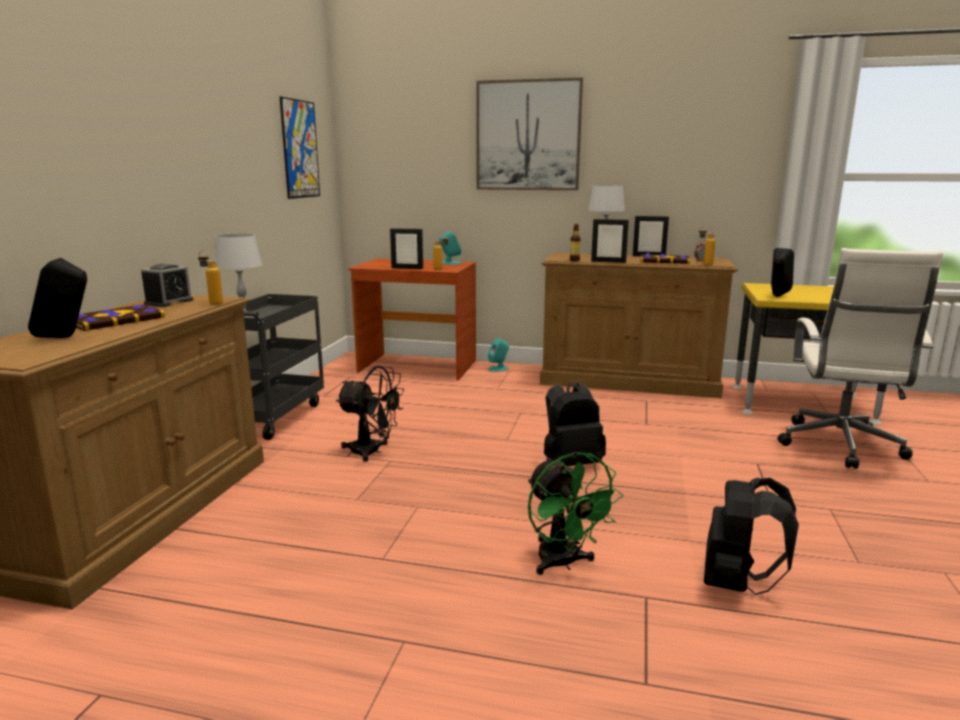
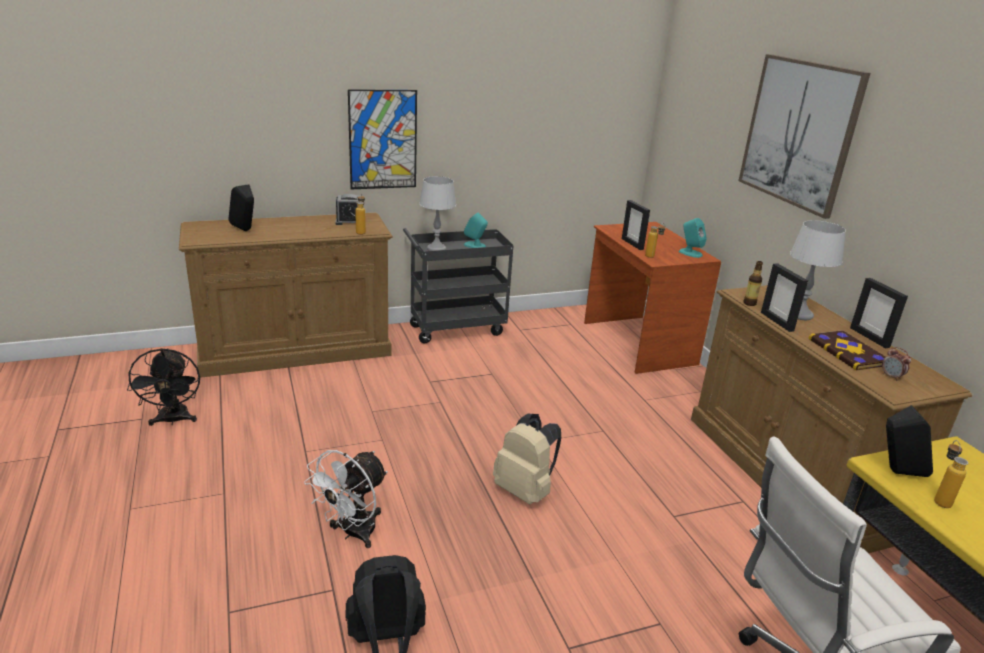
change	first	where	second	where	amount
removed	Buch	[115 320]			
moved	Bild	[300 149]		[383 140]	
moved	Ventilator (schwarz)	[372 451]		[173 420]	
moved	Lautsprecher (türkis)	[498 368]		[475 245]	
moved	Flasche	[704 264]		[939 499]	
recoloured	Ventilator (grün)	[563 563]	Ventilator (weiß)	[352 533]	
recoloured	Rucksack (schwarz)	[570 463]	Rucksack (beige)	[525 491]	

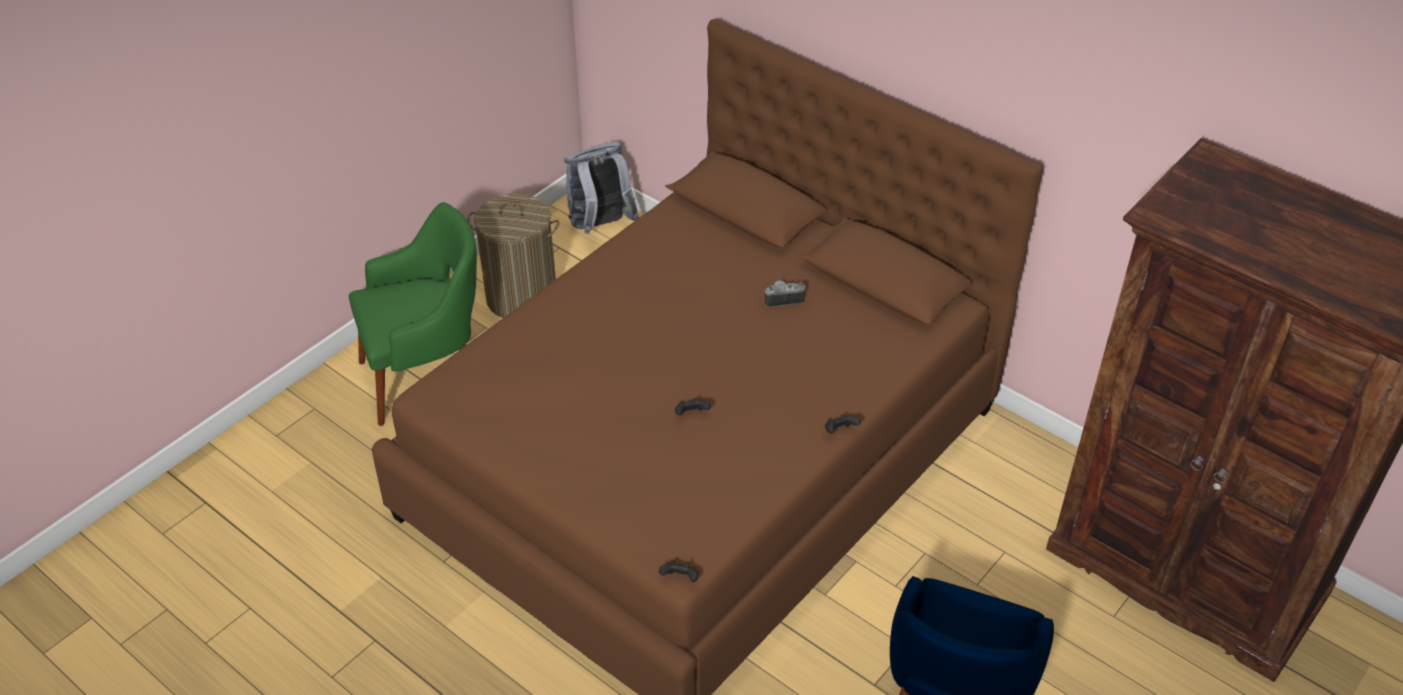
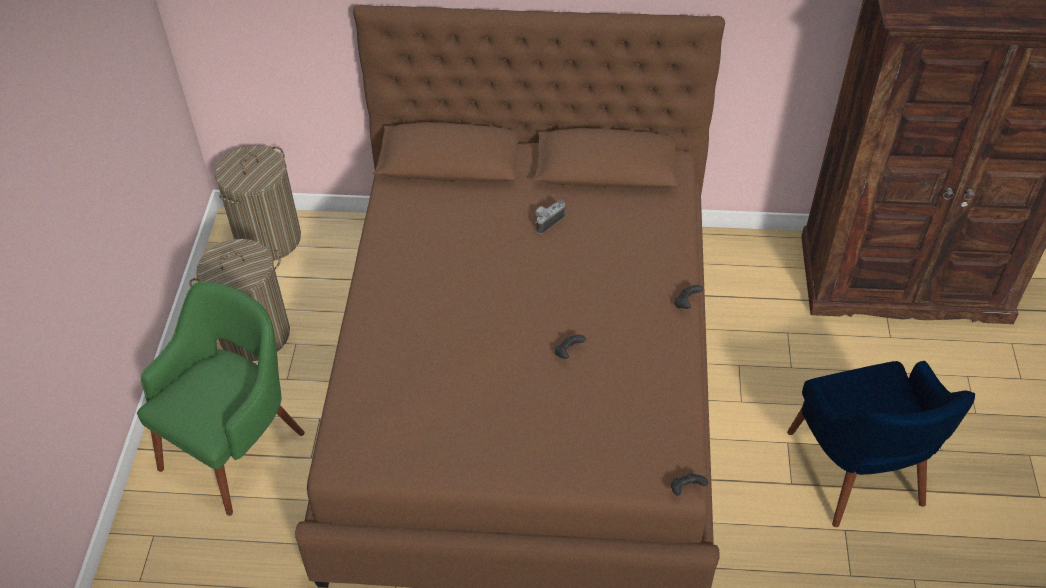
change	first	where	second	where	amount
replaced	Rucksack (grau)	[600 226]	Wäschekorb	[268 239]	

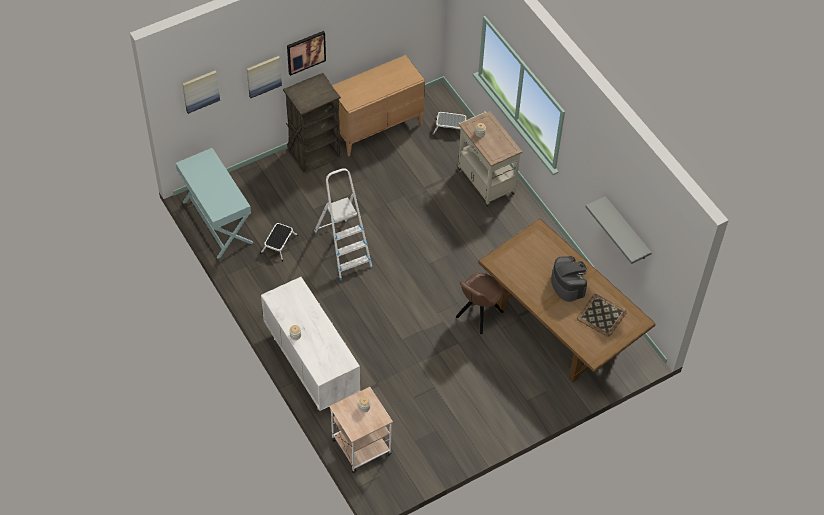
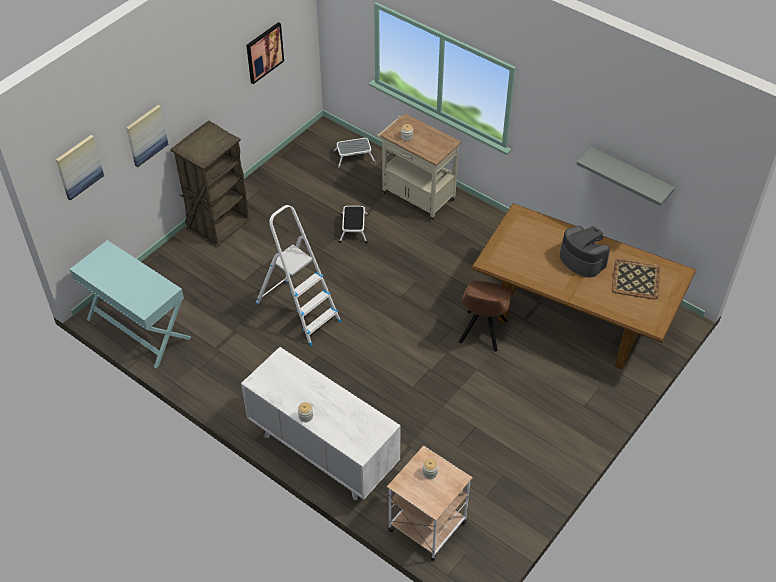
change	first	where	second	where	amount
removed	Schrank (braun)	[377 129]			
moved	Trittleiter (schwarz)	[279 244]		[354 228]	
moved	Bild	[306 52]		[264 52]	

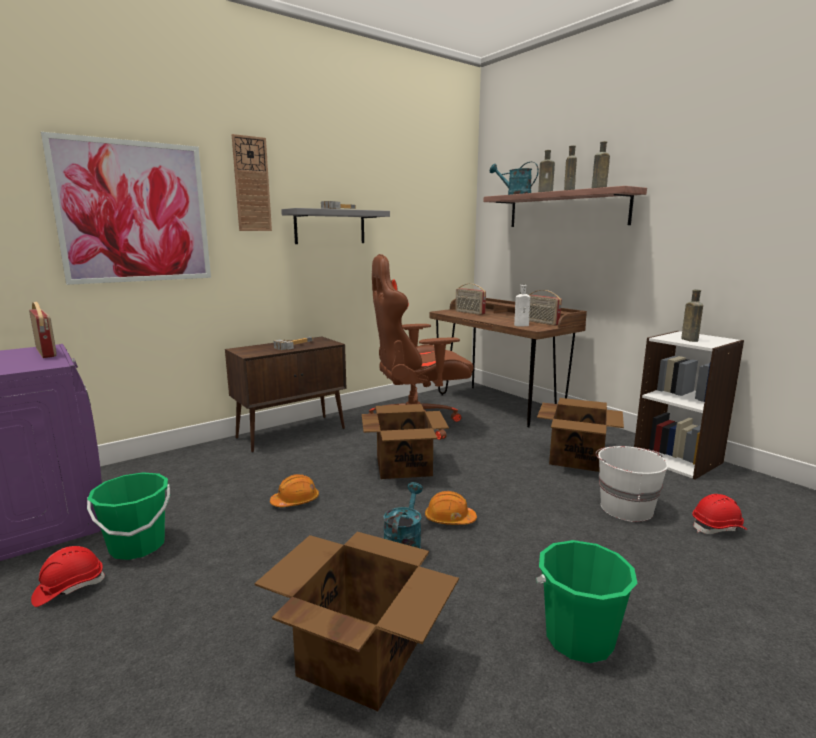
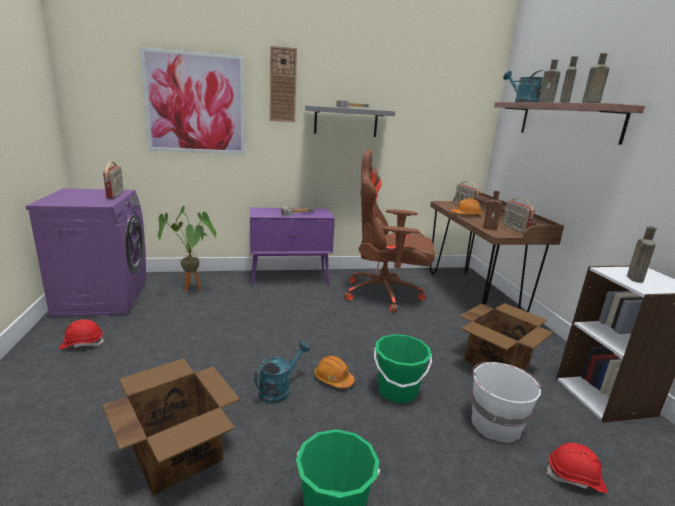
change	first	where	second	where	amount
removed	Karton	[404 466]			
added			Topfpflanze	[192 291]	
moved	Eimer (grün)	[137 546]		[397 391]	
moved	Schutzhelm (orange)	[295 501]		[466 215]	
recoloured	Schrank (braun)	[292 433]	Schrank (lila)	[290 278]	
recoloured	Flasche (weiß)	[522 325]	Flasche (braun)	[491 228]	

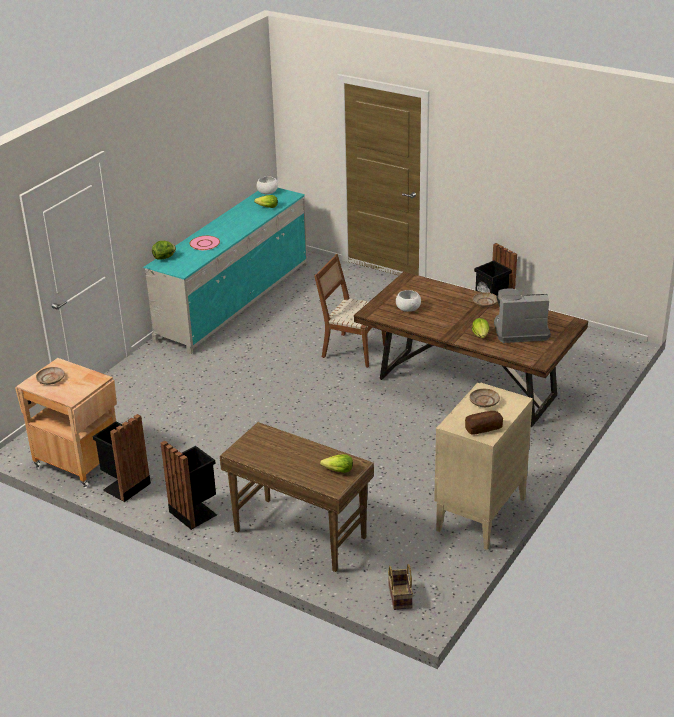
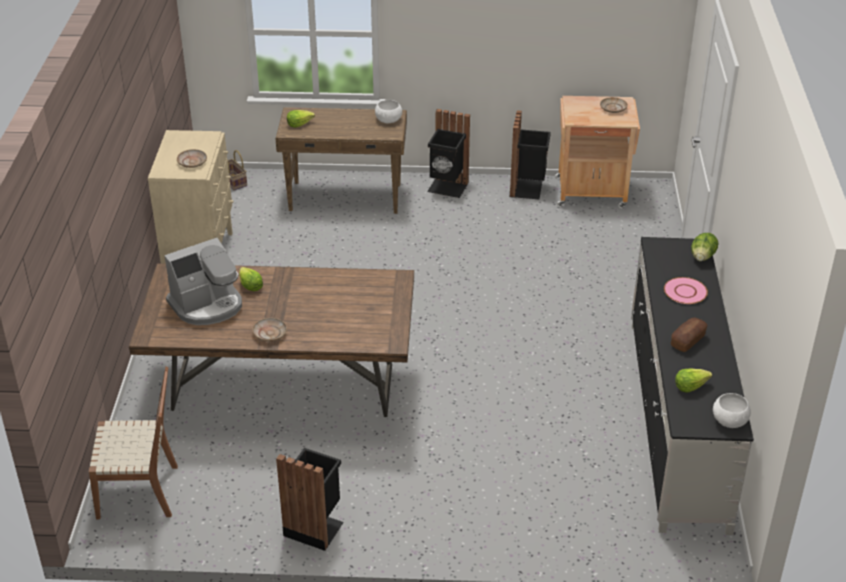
change	first	where	second	where	amount
moved	Stuhl	[351 350]		[142 493]	
moved	Schüssel (weiß)	[408 308]		[388 120]	
moved	Brot	[483 428]		[688 340]	
recoloured	Schrank (türkis)	[233 302]	Schrank (schwarz)	[677 421]	

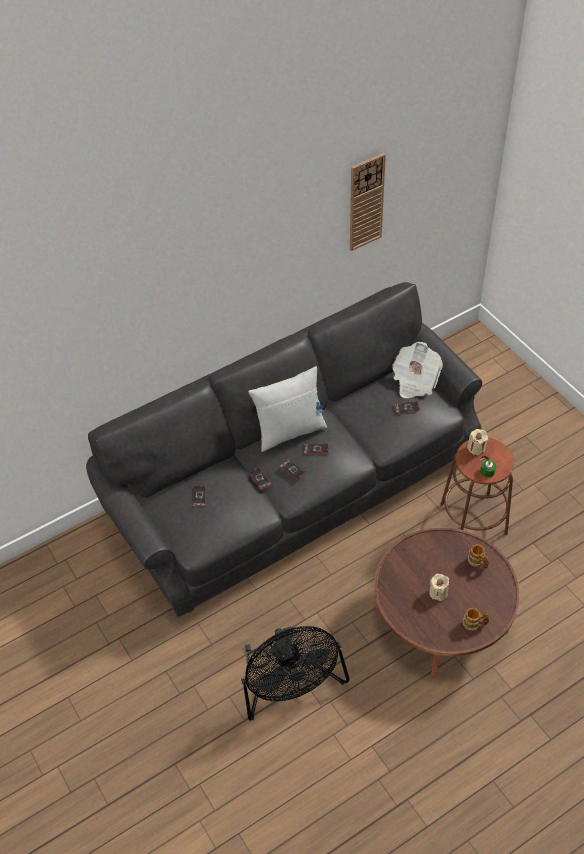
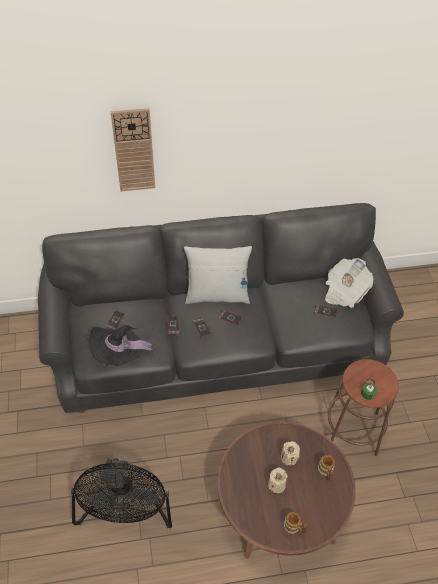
change	first	where	second	where	amount
added			Hut (schwarz)	[119 356]	
moved	Wanduhr	[366 202]		[134 150]	
moved	Kerze (beige)	[476 448]		[289 458]	

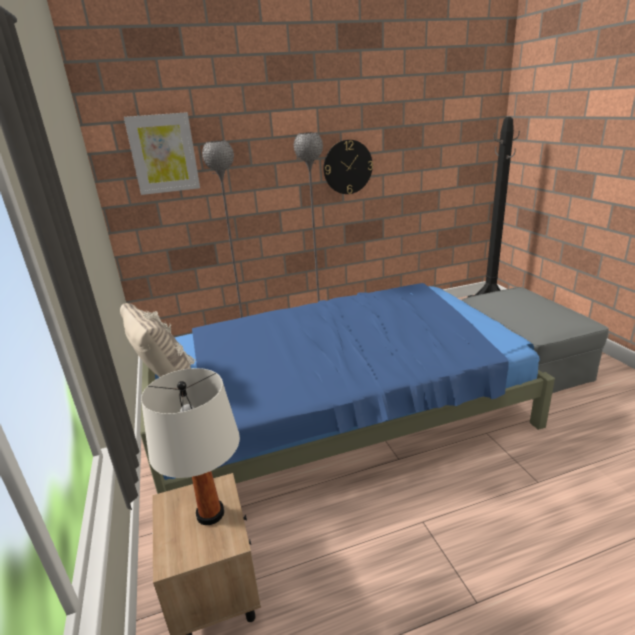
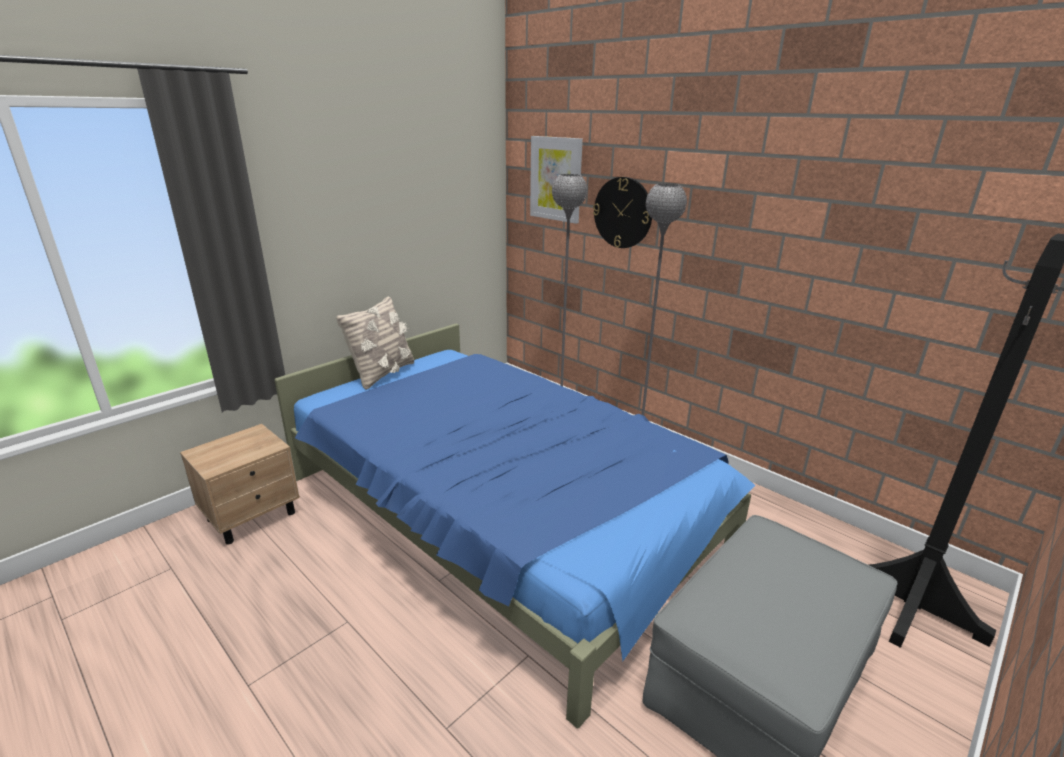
change	first	where	second	where	amount
removed	Tischlampe (weiß)	[210 514]			
moved	Wanduhr	[347 167]		[623 213]	

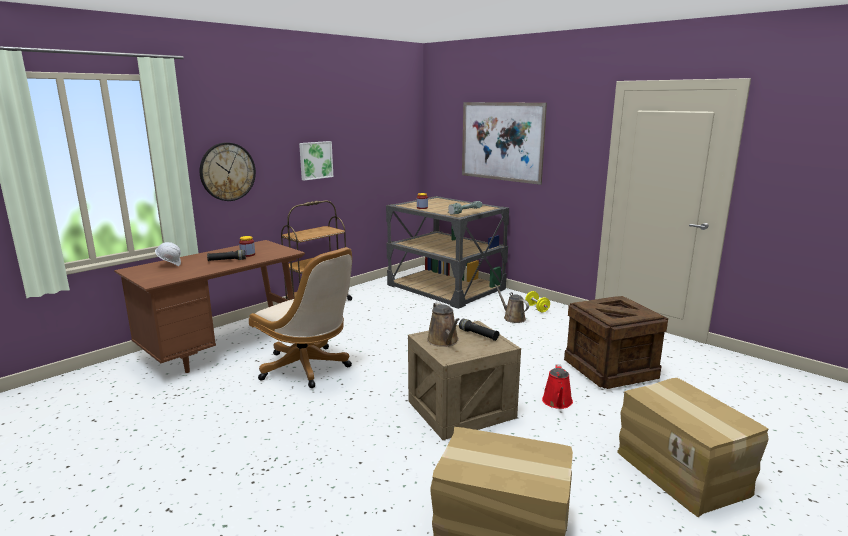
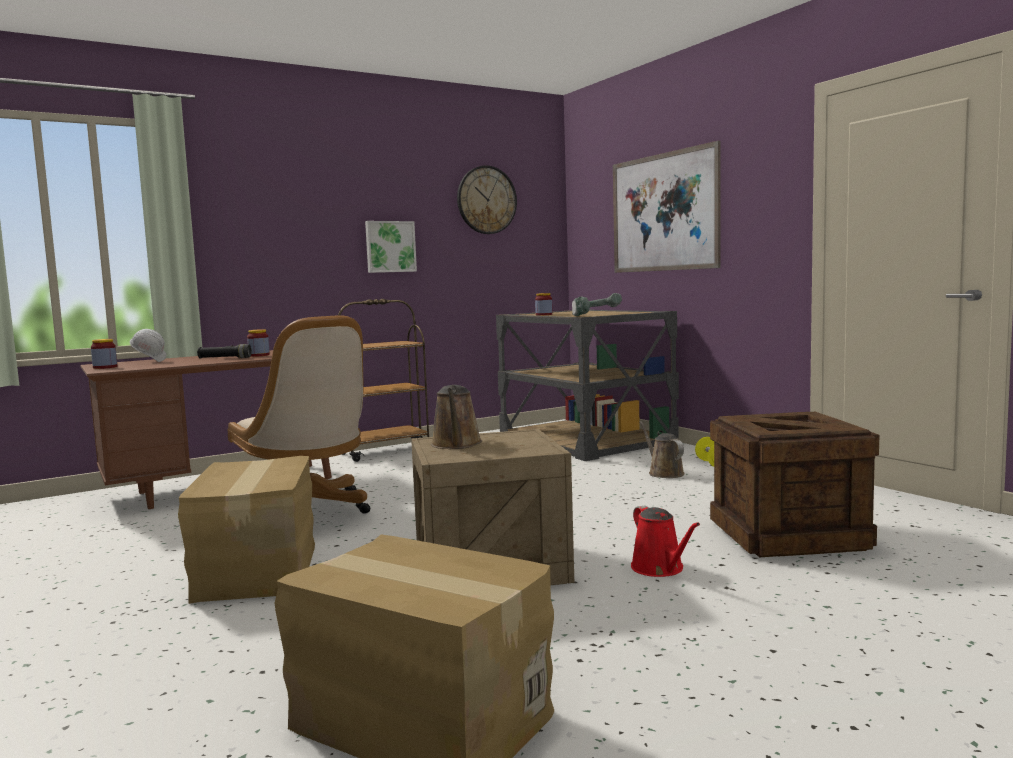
change	first	where	second	where	amount
removed	Taschenlampe (schwarz)	[478 335]			
added			Vorratsglas	[105 367]	
moved	Wanduhr	[227 172]		[486 200]	
moved	Karton	[682 472]		[259 570]	
turned	Gießkanne (rot)	[557 402]		[660 569]	45 degrees counterclockwise

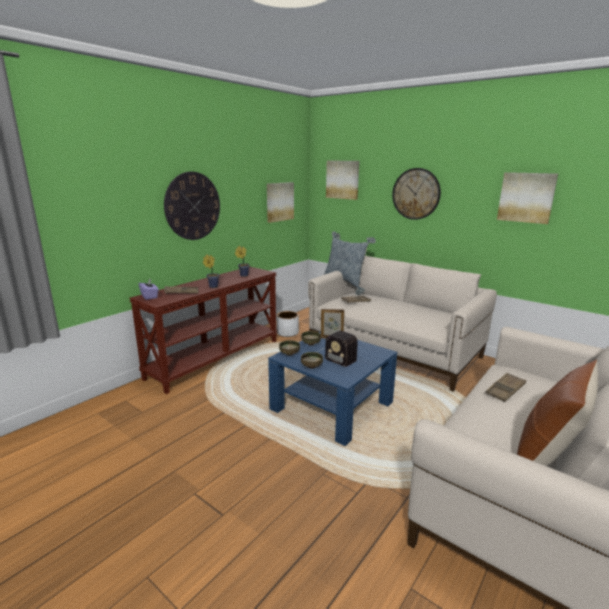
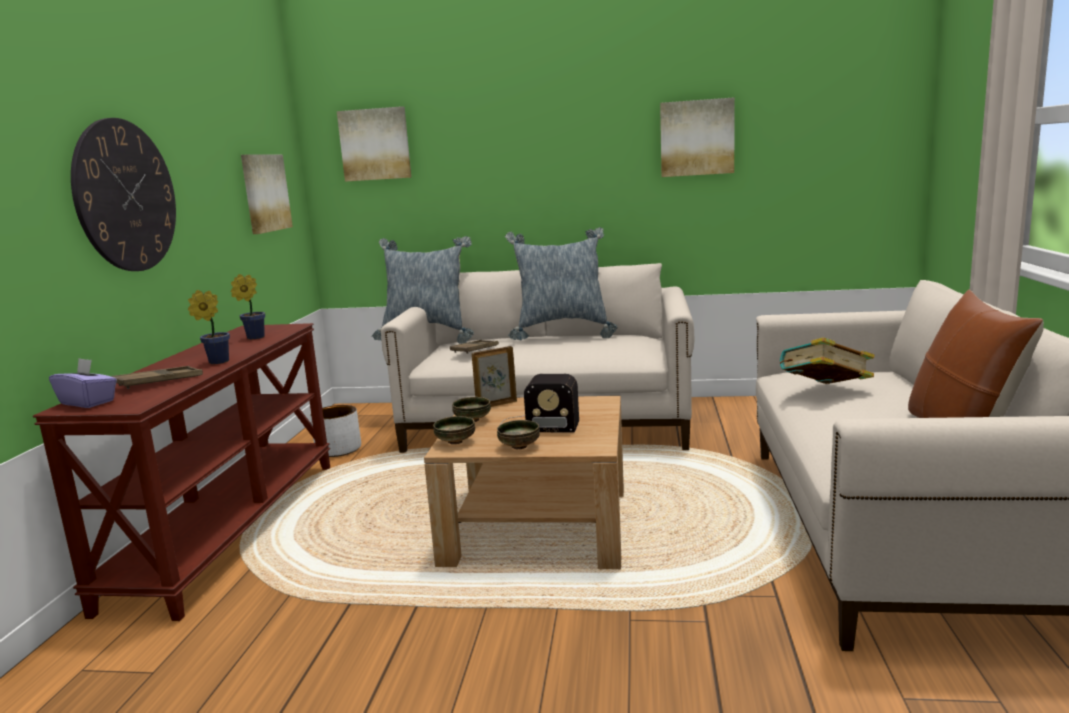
change	first	where	second	where	amount
removed	Wanduhr	[416 194]			
added			Kissen	[561 337]	
replaced	Tablett (braun)	[505 390]	Buch	[824 392]	
recoloured	Couchtisch (blau)	[332 406]	Couchtisch (braun)	[538 525]	

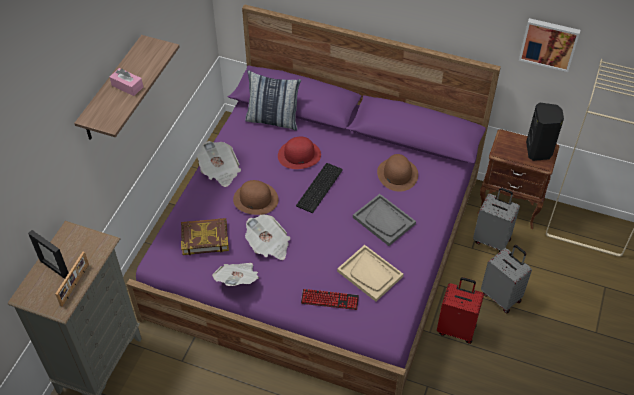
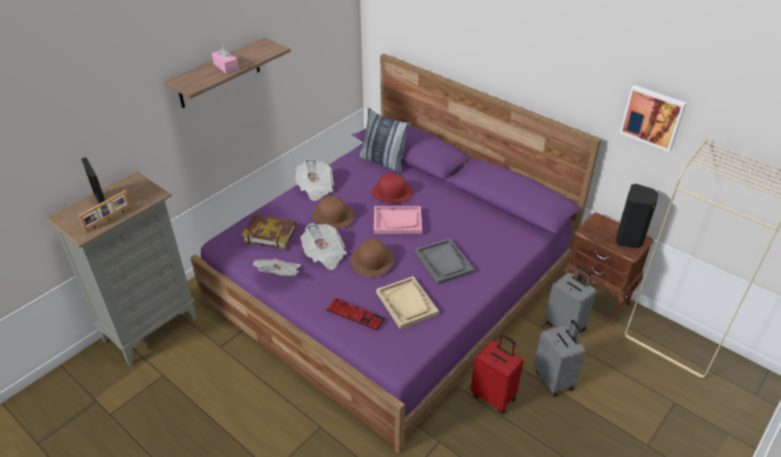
change	first	where	second	where	amount
moved	Hut (braun)	[397 174]		[372 260]	
replaced	Tastatur	[321 187]	Tablett (rosa)	[397 221]	

